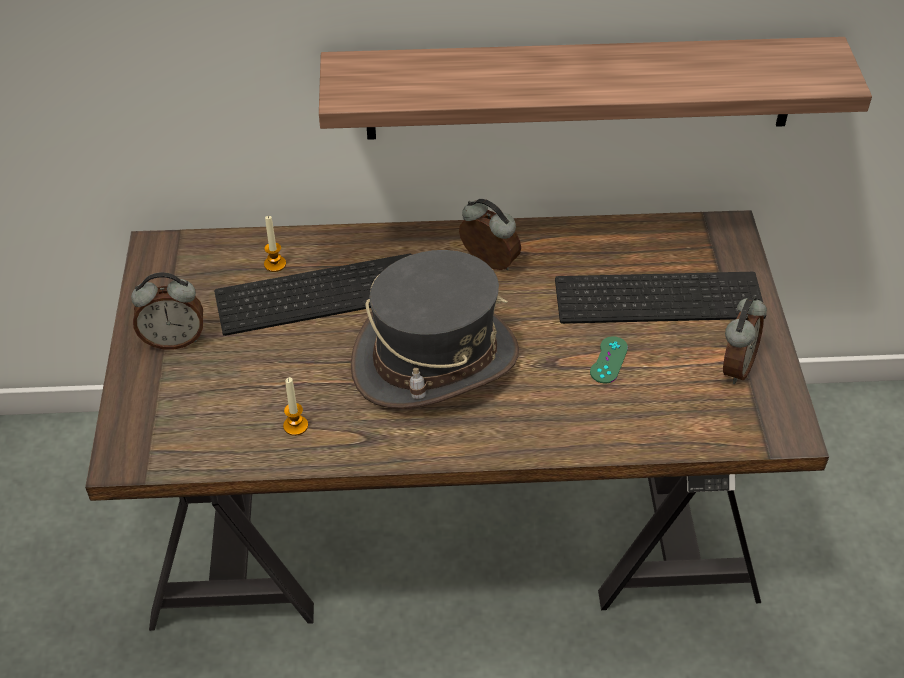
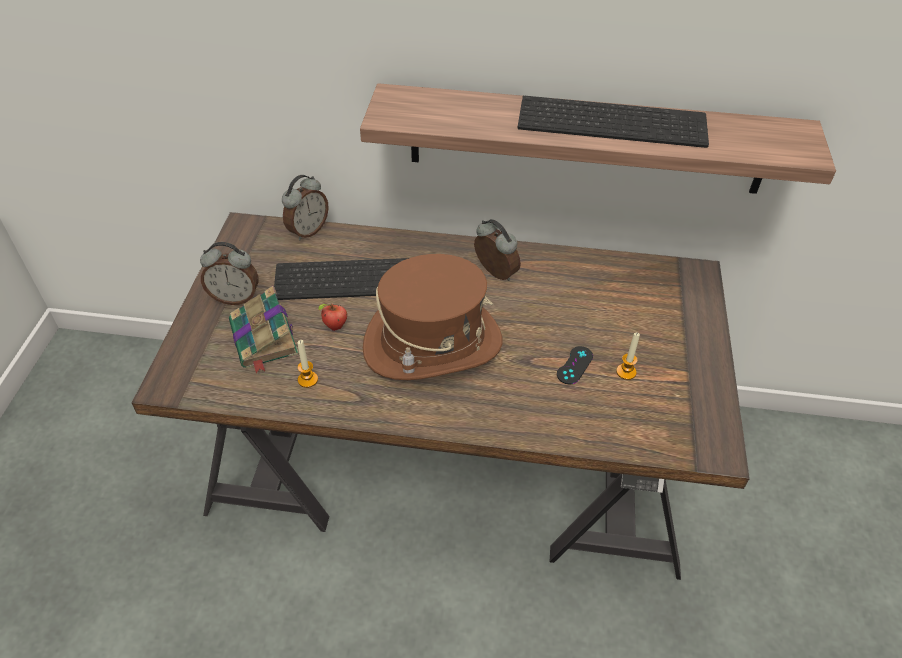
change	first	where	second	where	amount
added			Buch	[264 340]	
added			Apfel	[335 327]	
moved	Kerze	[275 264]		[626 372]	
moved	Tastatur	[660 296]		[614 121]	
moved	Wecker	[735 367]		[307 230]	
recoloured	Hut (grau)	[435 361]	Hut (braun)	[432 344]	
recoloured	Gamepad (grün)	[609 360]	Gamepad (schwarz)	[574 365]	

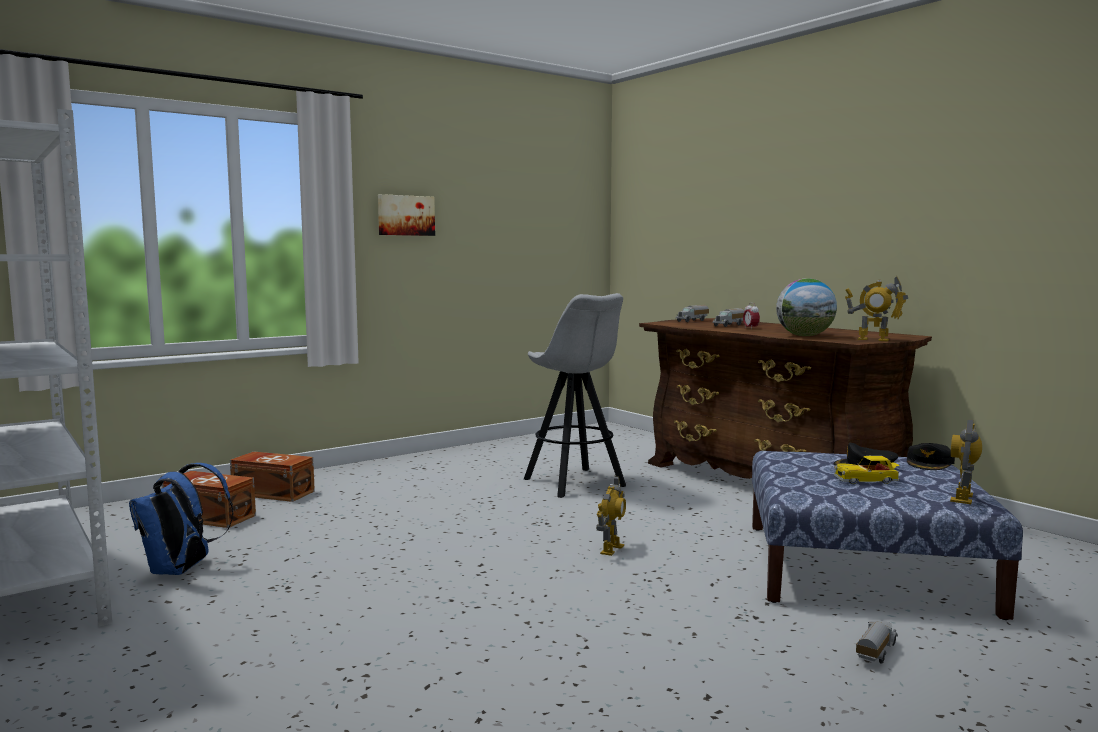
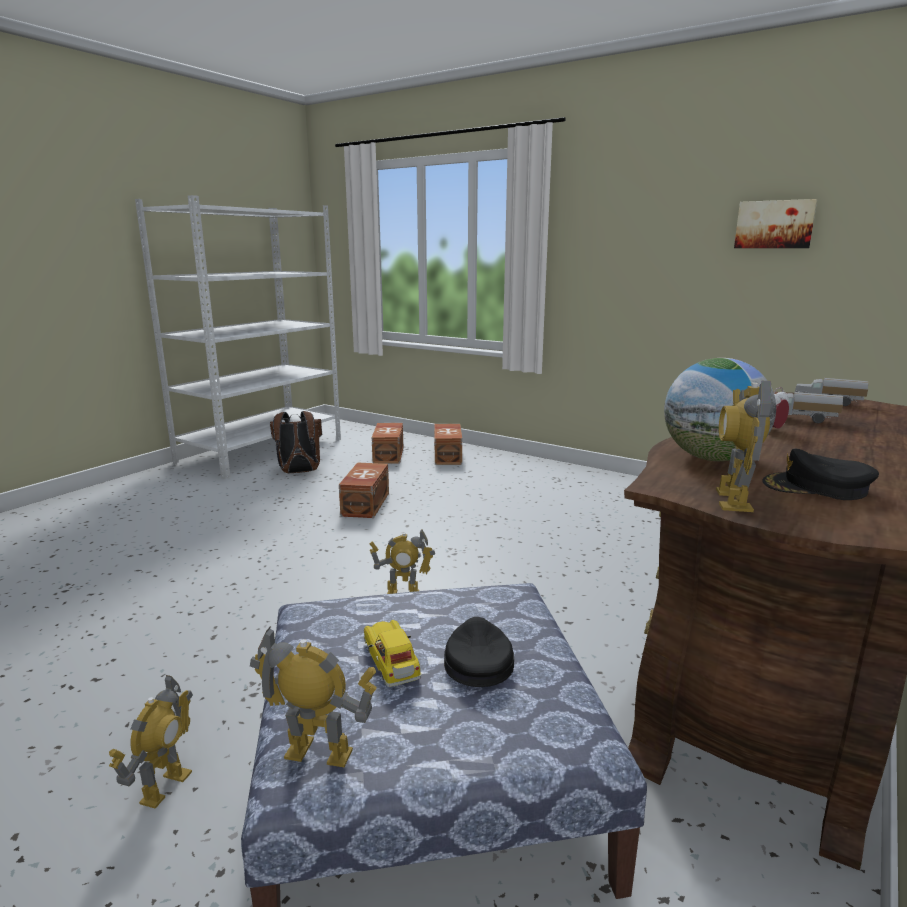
change	first	where	second	where	amount
removed	Hocker (grau)	[575 483]			
added			Aufbewahrungsbox (braun)	[364 504]	
moved	Bild	[405 215]		[774 224]	
moved	Kappe (schwarz)	[930 463]		[816 487]	
replaced	Spielzeuglaster	[874 652]	Spielzeugroboter	[165 786]	
recoloured	Rucksack (blau)	[181 570]	Rucksack (braun)	[299 472]	

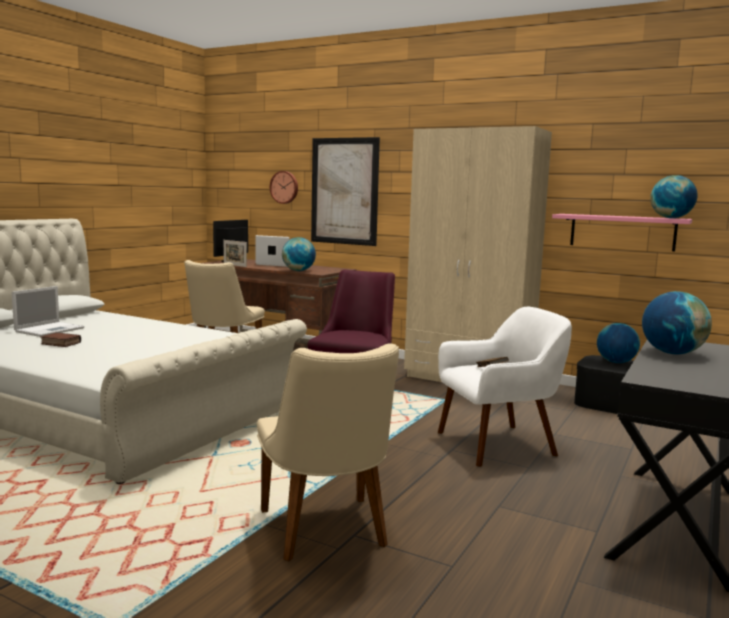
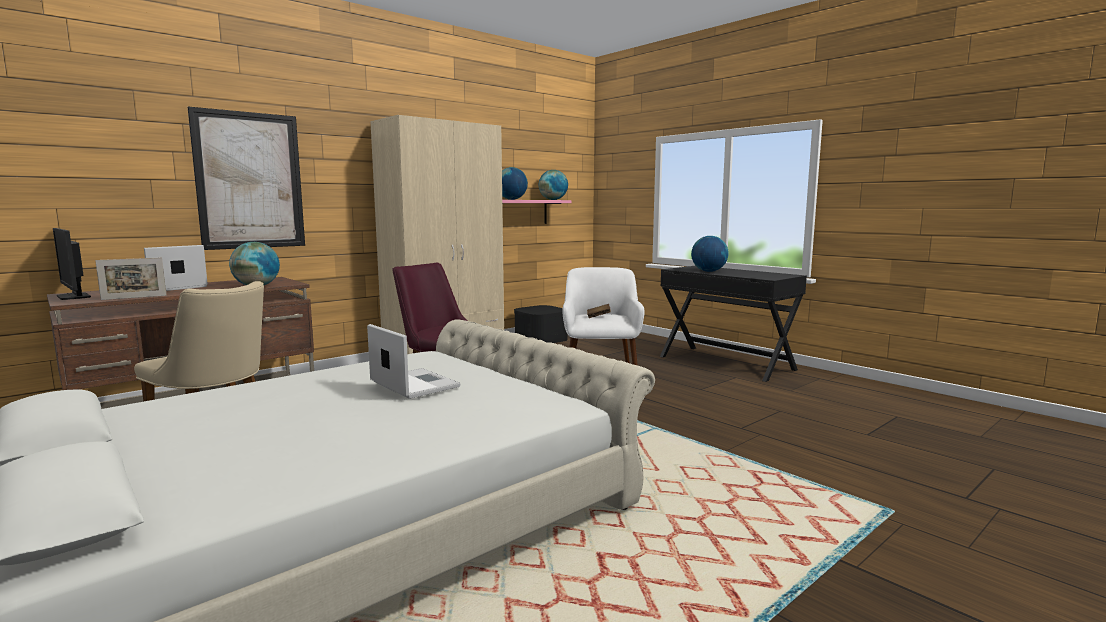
change	first	where	second	where	amount
removed	Buch	[59 343]			
removed	Stuhl (beige)	[327 534]			
removed	Wanduhr	[284 187]			
moved	Laptop	[50 329]		[413 384]	
moved	Globus	[616 362]		[511 199]	

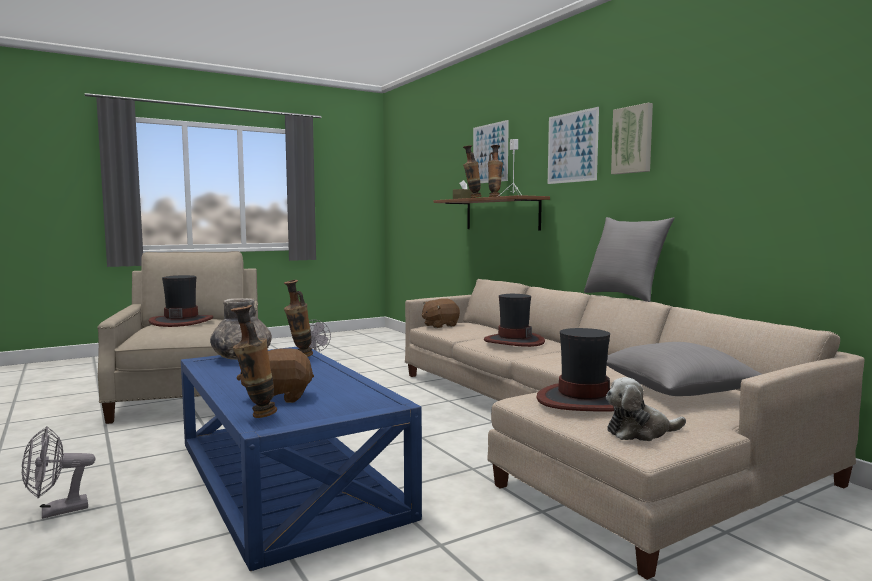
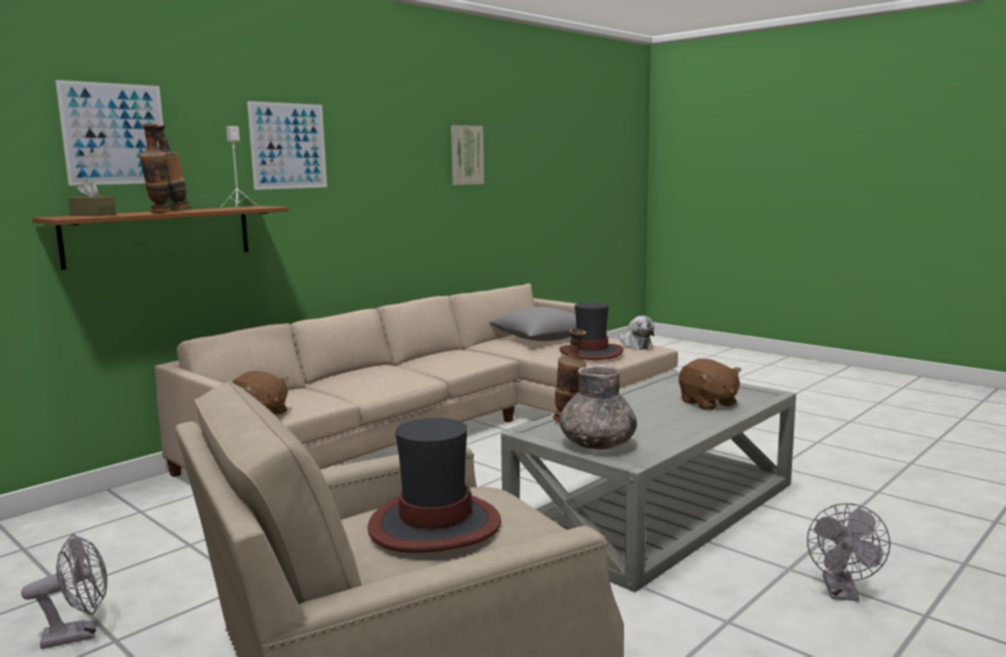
change	first	where	second	where	amount
removed	Vase	[256 415]			
removed	Hut	[513 341]			
removed	Kissen (grau)	[624 296]			
moved	Bild	[633 140]		[465 155]	
recoloured	Couchtisch (blau)	[288 477]	Couchtisch (grau)	[654 508]	
turned	Ventilator (grau)	[56 511]		[842 593]	60 degrees clockwise

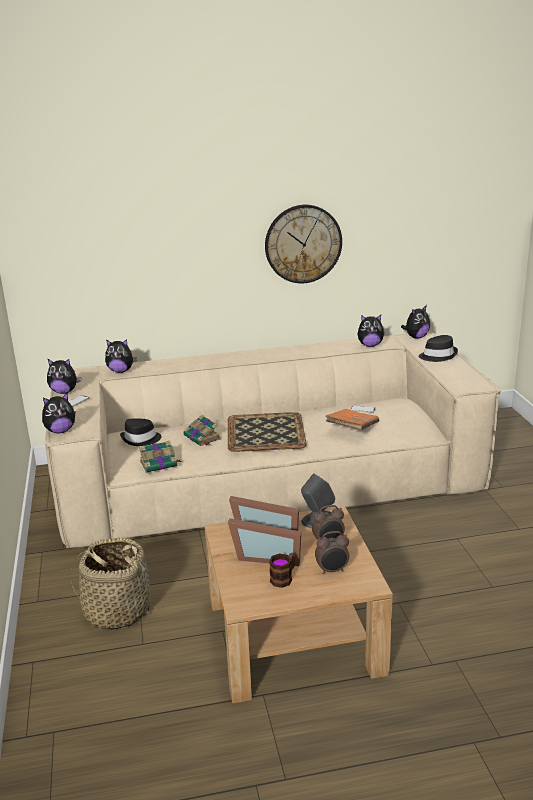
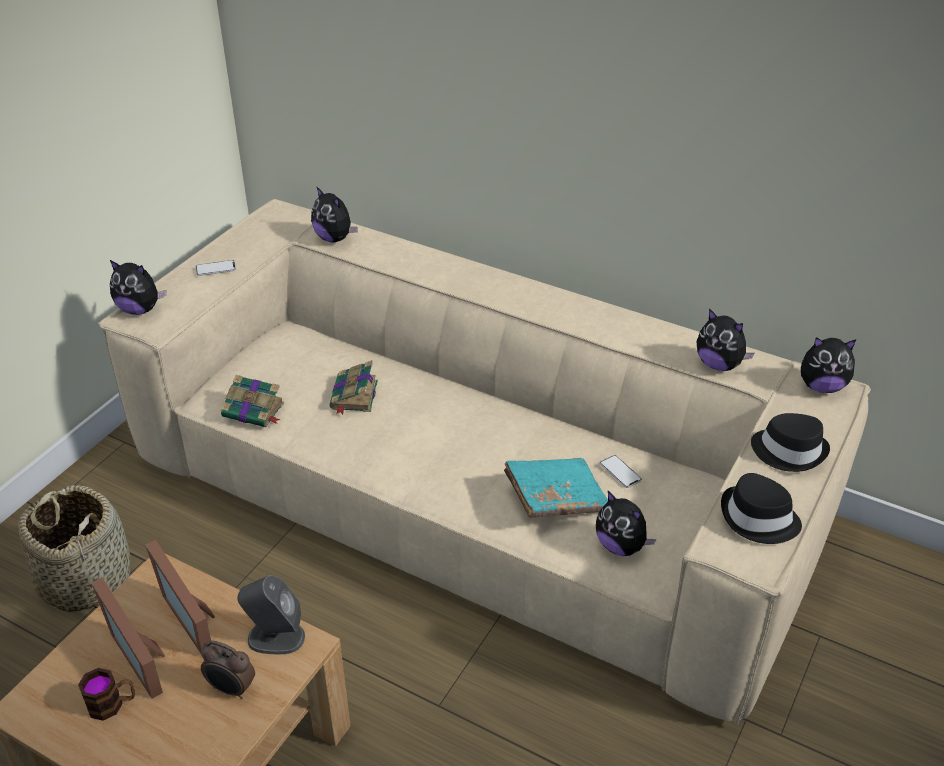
change	first	where	second	where	amount
removed	Tablett	[266 433]			
removed	Wanduhr	[303 244]			
removed	Wecker	[332 570]			
moved	Plüschtier	[64 392]		[621 546]	
moved	Hut (schwarz)	[141 439]		[758 519]	
recoloured	Buch (orange)	[352 428]	Buch (türkis)	[555 499]	

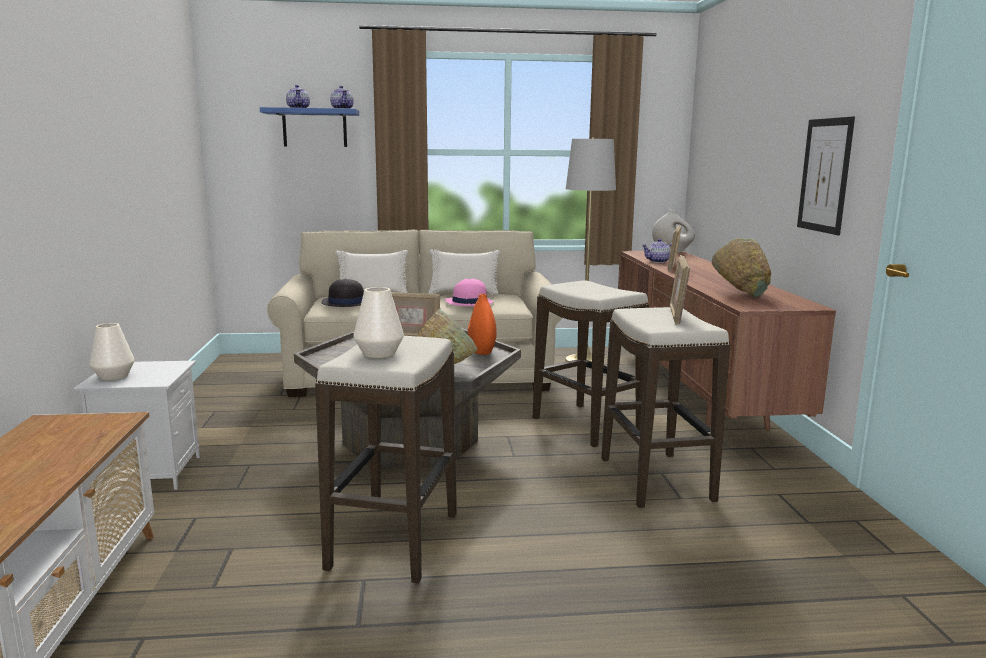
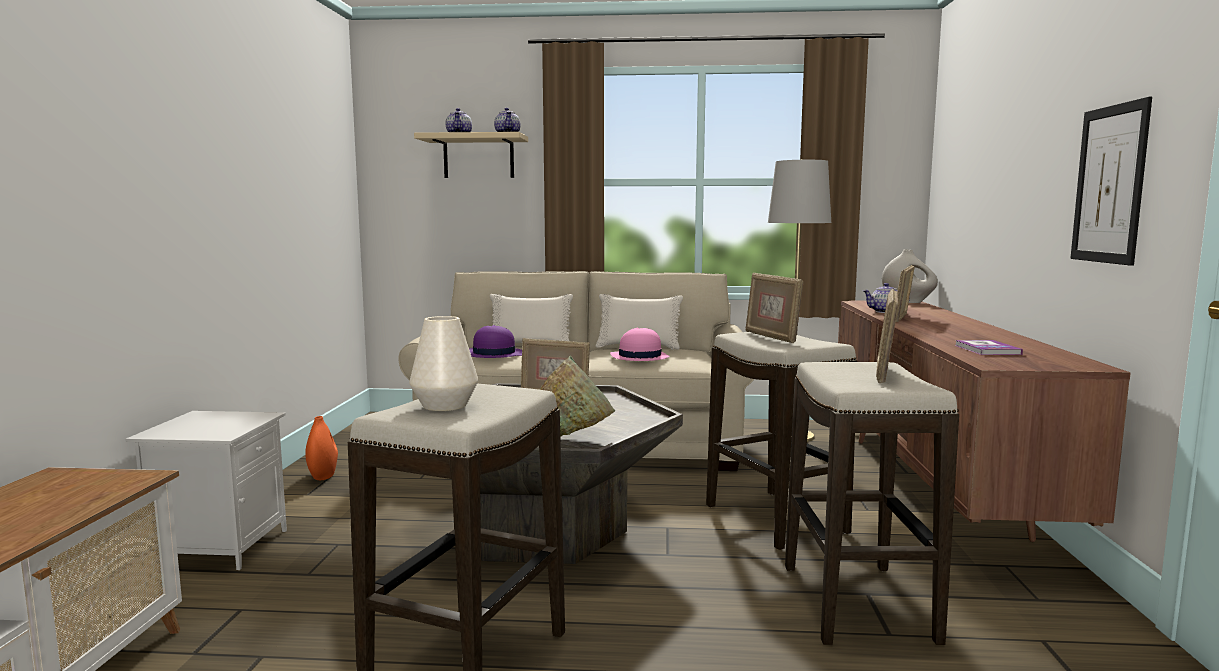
change	first	where	second	where	amount
removed	Vase (weiß)	[113 376]			
added			Bilderrahmen	[771 337]	
moved	Vase (orange)	[481 351]		[323 476]	
replaced	Schüssel (grün)	[740 294]	Buch	[987 350]	
recoloured	Wandregal (blau)	[314 128]	Wandregal (beige)	[478 157]	
recoloured	Hut (schwarz)	[346 303]	Hut (lila)	[493 354]	

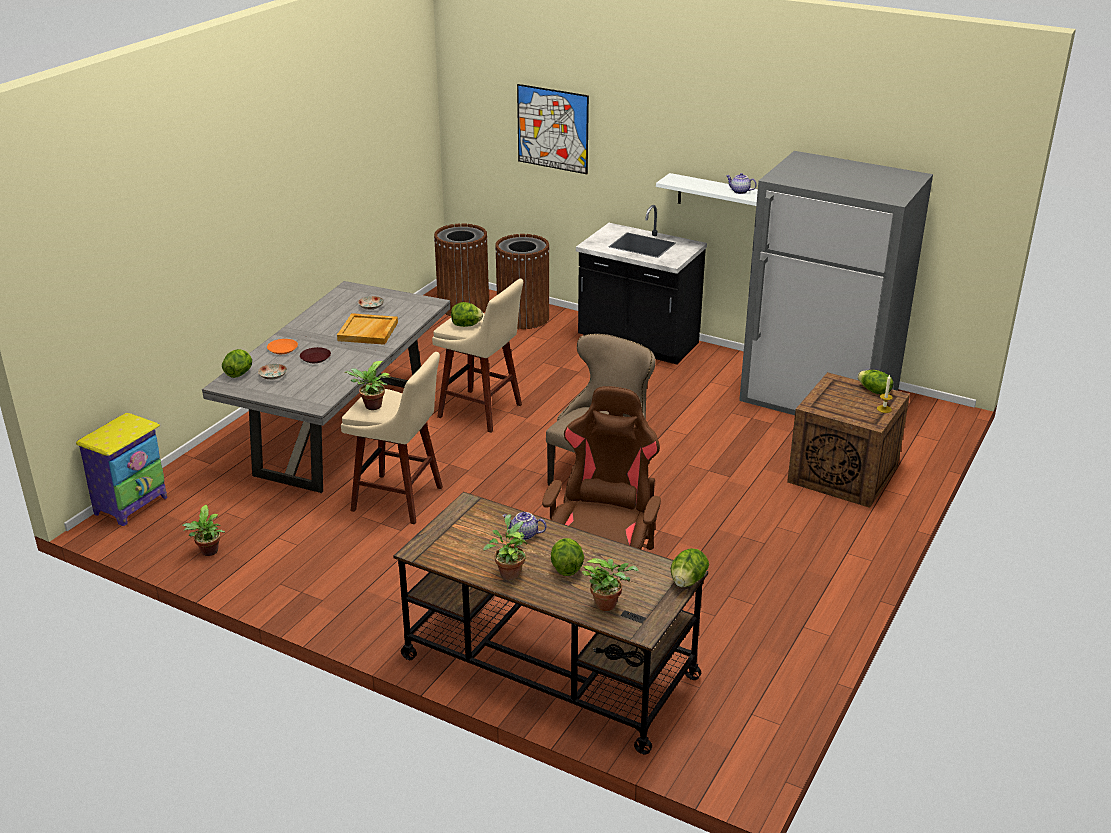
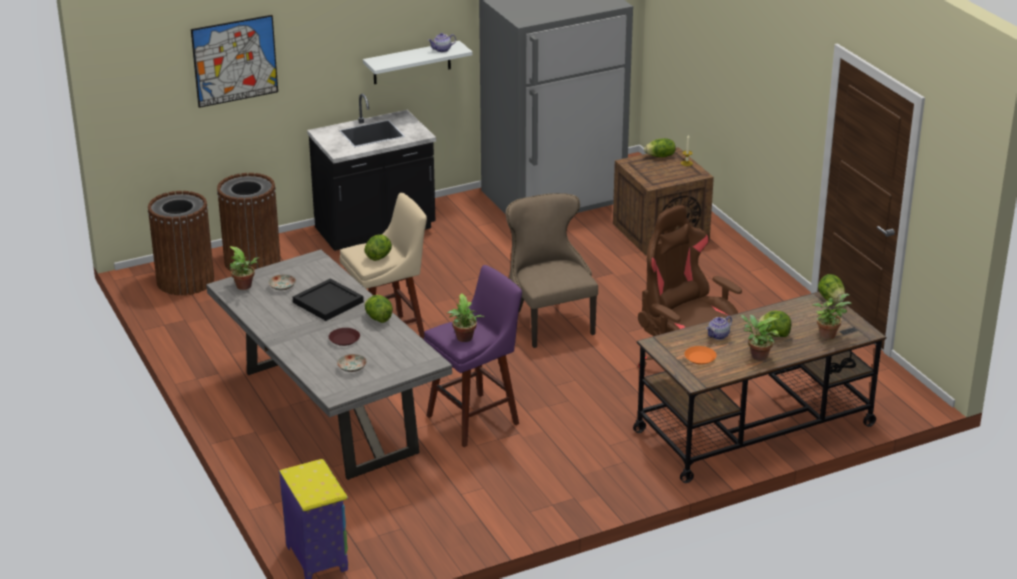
change	first	where	second	where	amount
moved	Topfpflanze	[208 552]		[245 286]	
moved	Salatkopf	[239 373]		[378 318]	
moved	Teller (orange)	[282 349]		[700 358]	
recoloured	Tablett (beige)	[368 332]	Tablett (schwarz)	[329 302]	
recoloured	Hocker (beige)	[399 500]	Hocker (lila)	[475 420]	

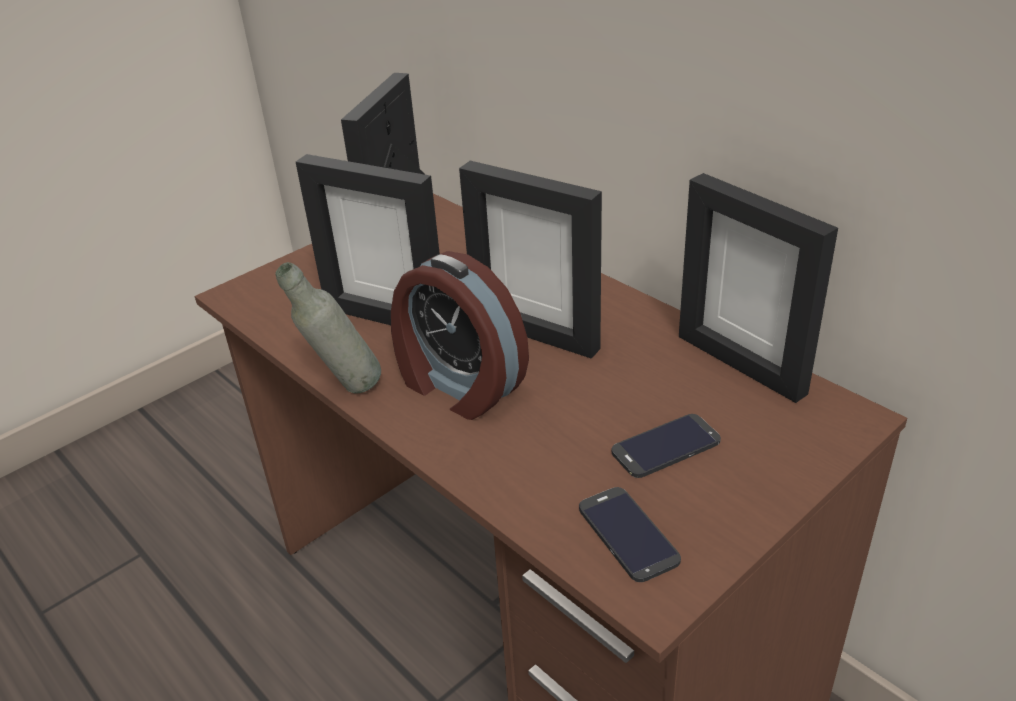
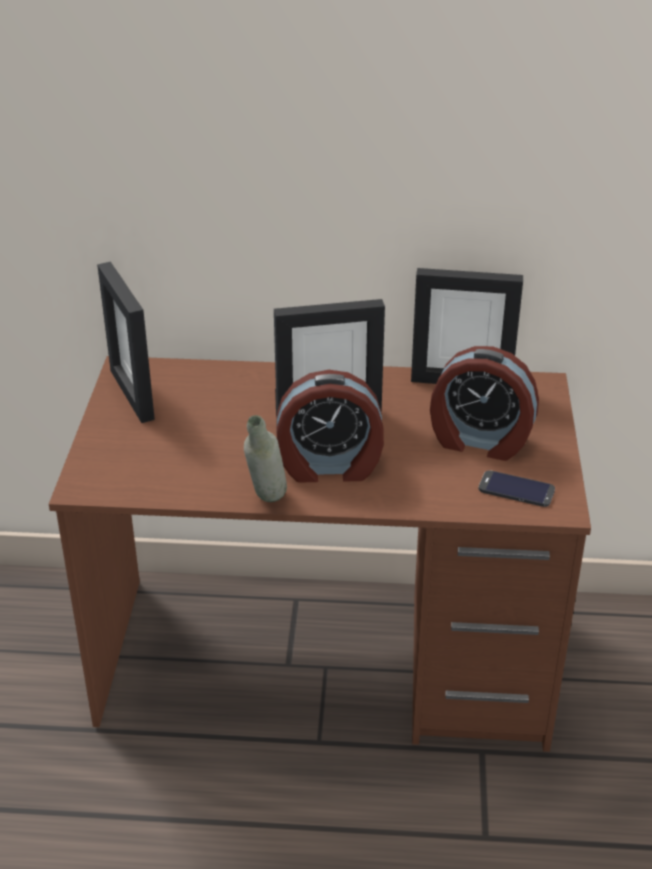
change	first	where	second	where	amount
removed	Bilderrahmen	[386 316]			
replaced	Handy	[665 446]	Wecker	[480 441]	

